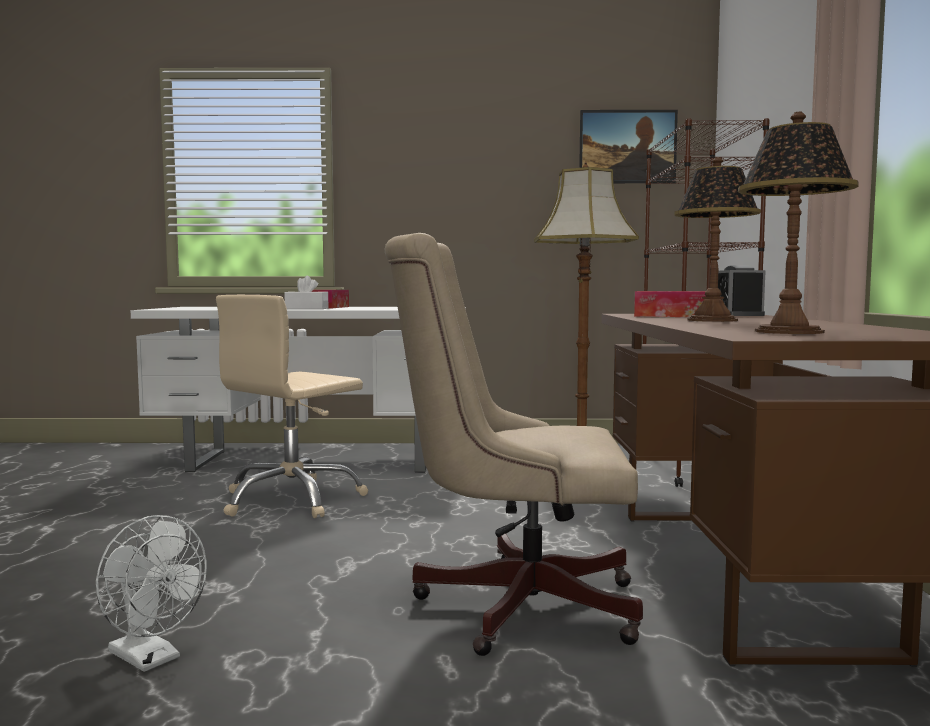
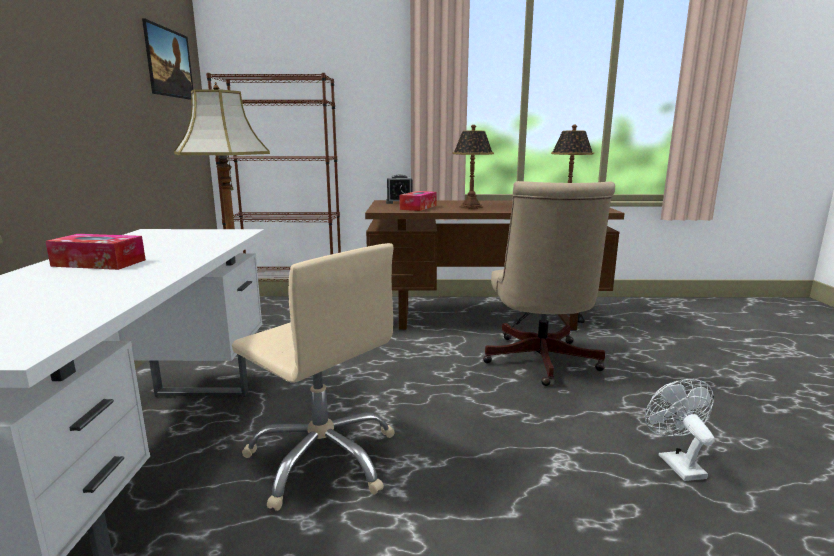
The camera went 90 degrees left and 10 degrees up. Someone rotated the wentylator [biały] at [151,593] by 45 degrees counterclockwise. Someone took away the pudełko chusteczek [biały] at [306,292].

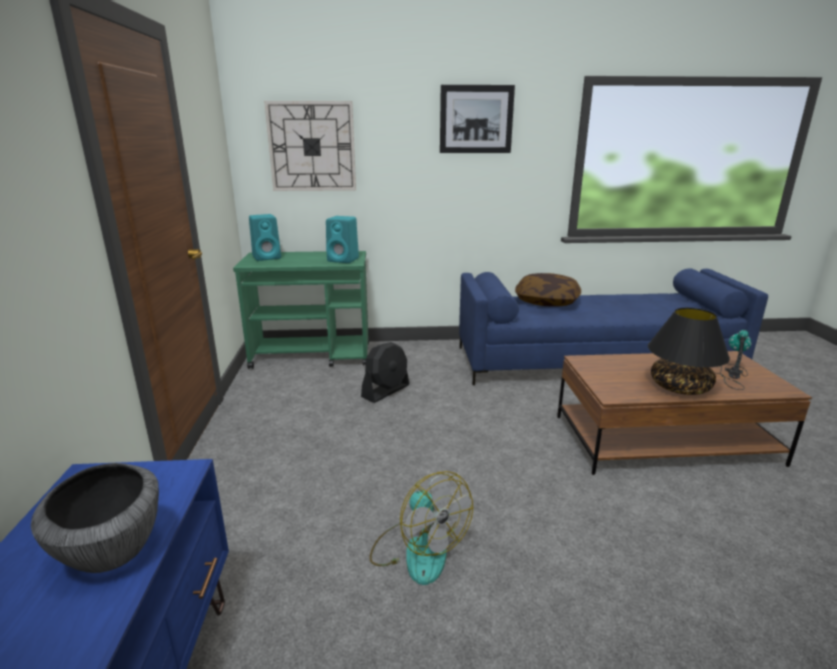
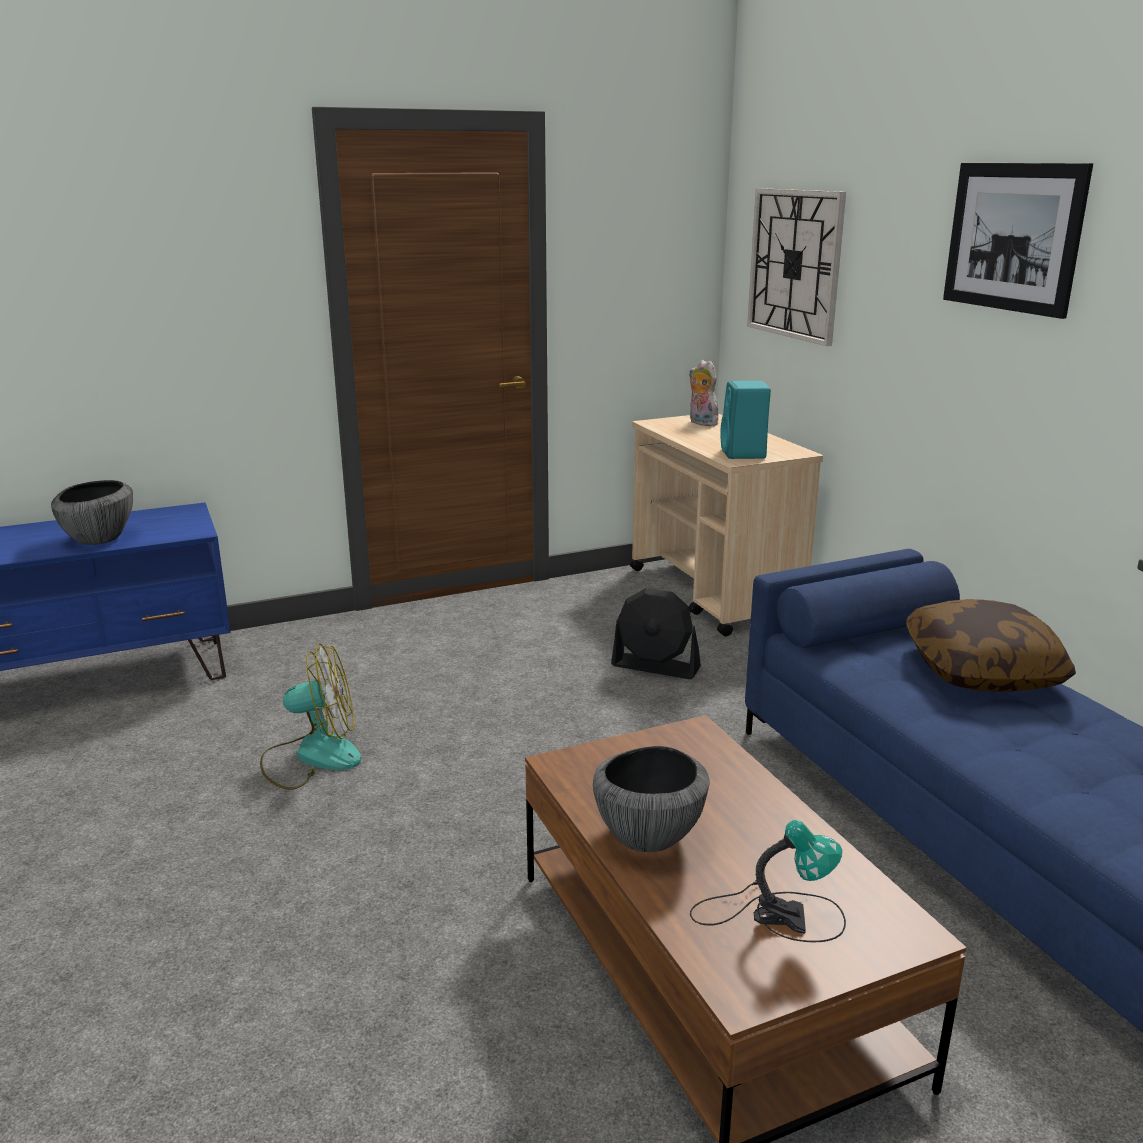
The camera went 70 degrees right and 0 degrees up. Someone repainted the wózek [zielony] at [301,310], which became the wózek [beżowy] at [726,525]. Someone swapped the głośnik [turkusowy] at [265,237] for the pluszak at [703,393]. Someone rotated the wentylator at [421,528] by 135 degrees counterclockwise. Someone swapped the lampa stołowa [czarny] at [689,351] for the miska at [651,799].

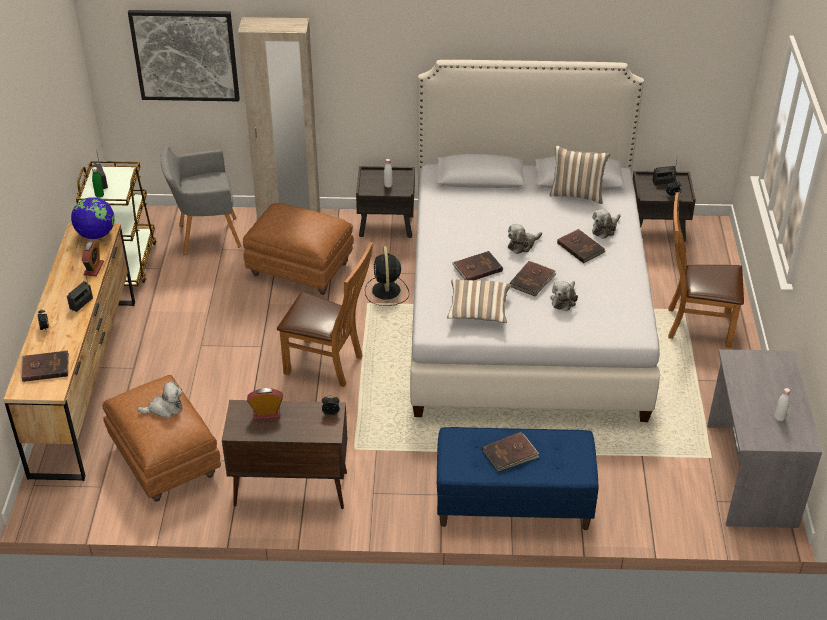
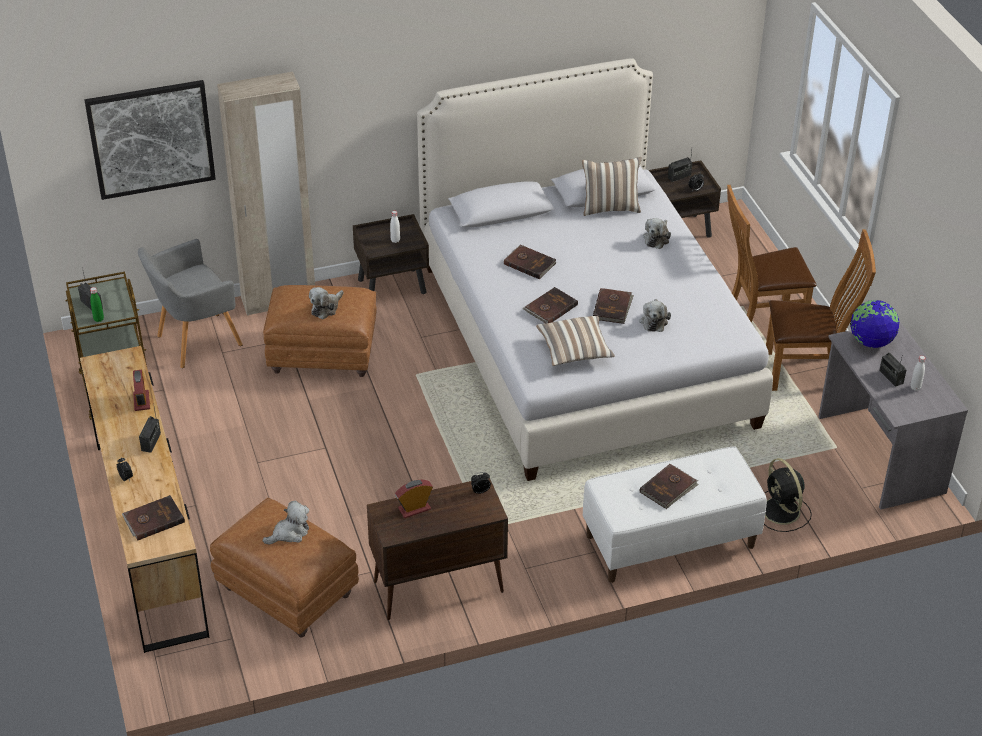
The camera went 20 degrees left and 0 degrees up. Someone carried the globus from [93,218] to [874,324]. Someone carried the krzesło [brązowy] from [325,314] to [821,310]. Someone carried the wentylator [czarny] from [387,276] to [788,495]. Someone repainted the ławka [niebieski] at [517,478], which became the ławka [biały] at [675,514]. Someone carried the pluszak from [525,239] to [326,303]. Someone carried the książka [brązowy] from [581,246] to [530,262]. Someone put down the radio at [893,370].

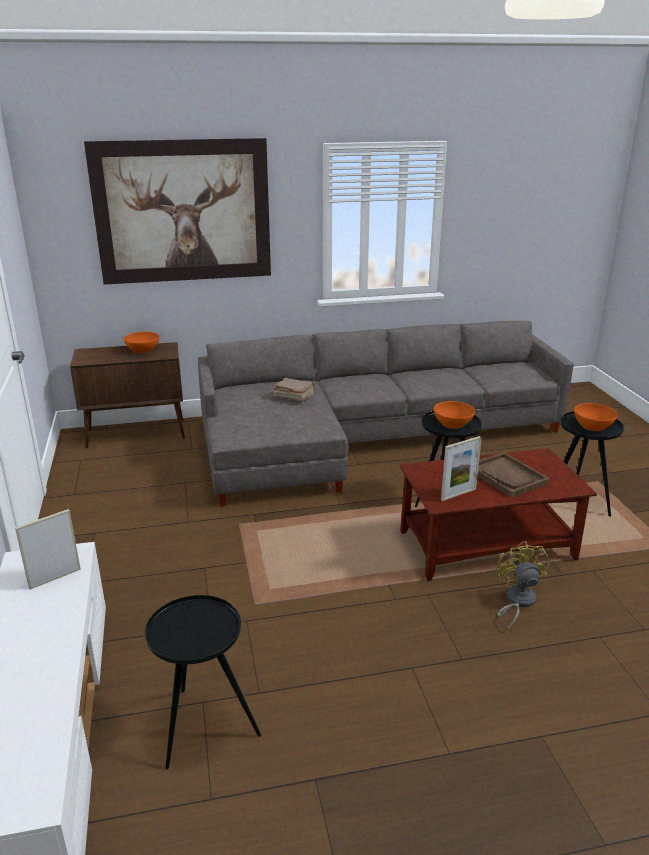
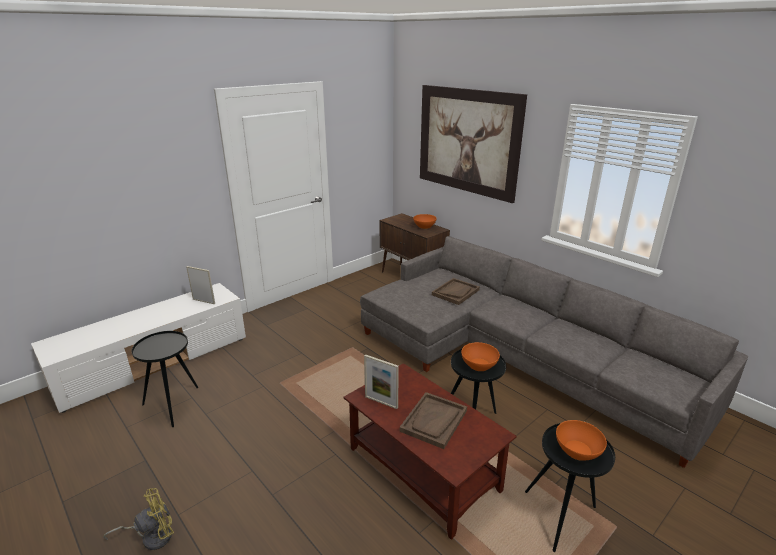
The camera went 60 degrees right and 0 degrees up. Someone swapped the książka [brązowy] at [294,390] for the taca [brązowy] at [456,291]. Someone carried the wentylator [żółty] from [523,586] to [138,519].

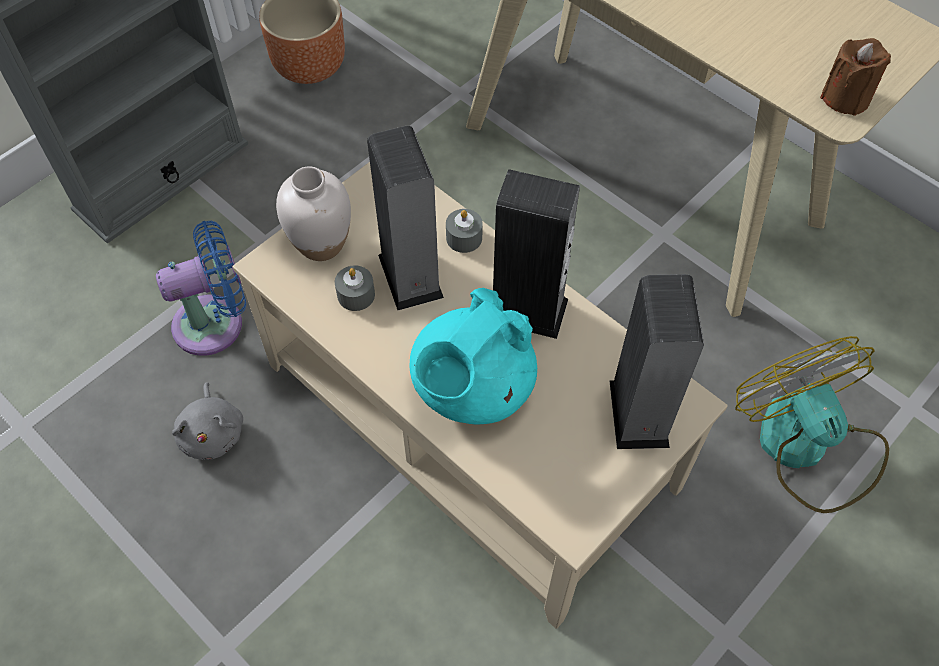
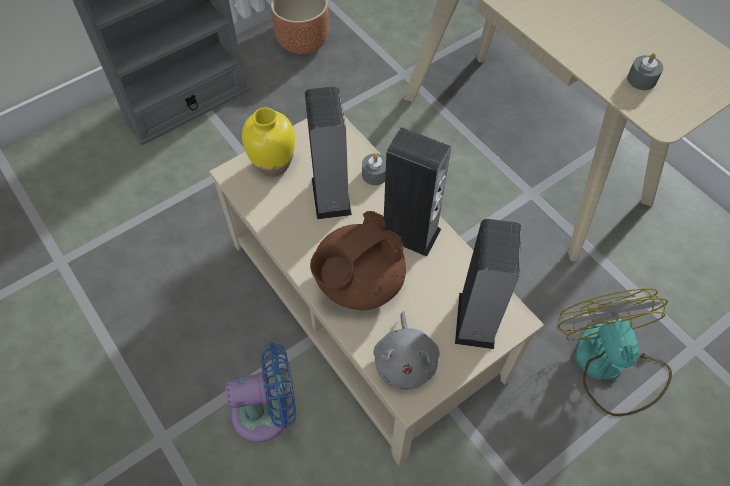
The camera went 10 degrees right and 0 degrees up. Someone carried the wentylator [niebieski] from [201,288] to [260,392]. Someone carried the pluszak [szary] from [207,421] to [406,350]. Someone repainted the wazon [biały] at [313,213], which became the wazon [żółty] at [268,142]. Someone carried the świeca [szary] from [355,288] to [645,71]. Someone repainted the imbryk [turkusowy] at [473,356], which became the imbryk [brązowy] at [358,260]. Someone took away the świeca [brązowy] at [855,77].

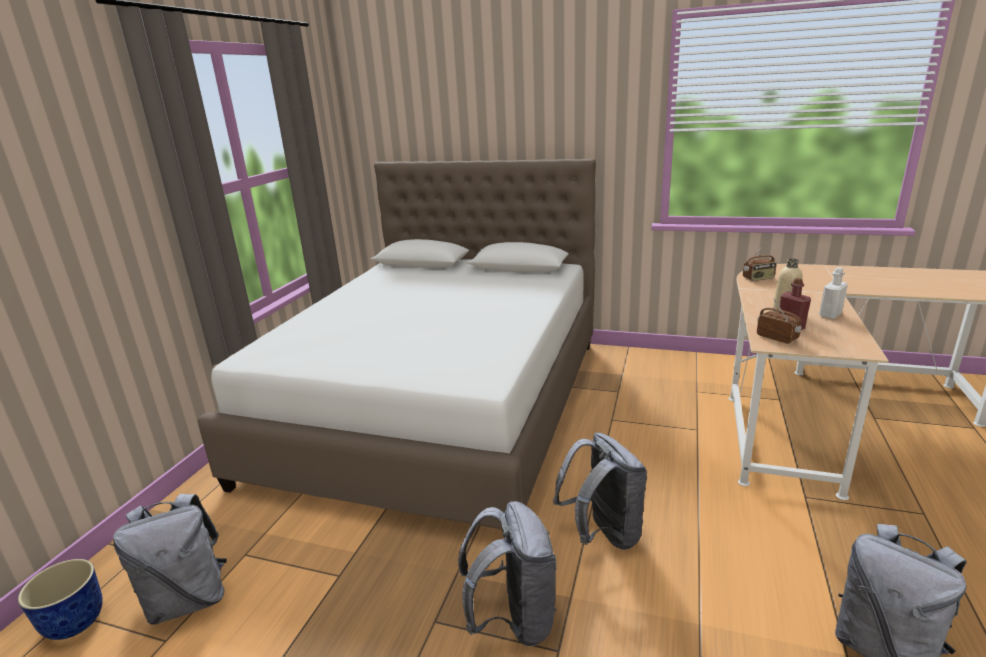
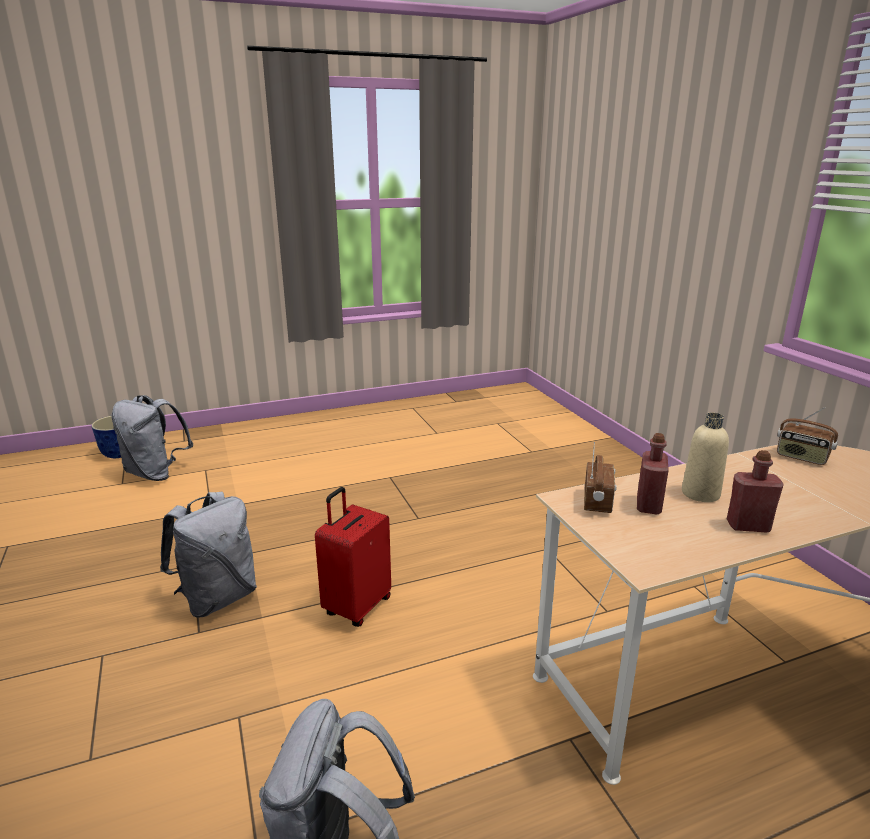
The camera went 50 degrees right and 0 degrees up. Someone took away the łóżko [biały] at [397,345]. Someone swapped the plecak [szary] at [600,491] for the walizka [czerwony] at [353,557]. Someone repainted the butelka [biały] at [833,293], which became the butelka [czerwony] at [755,491].

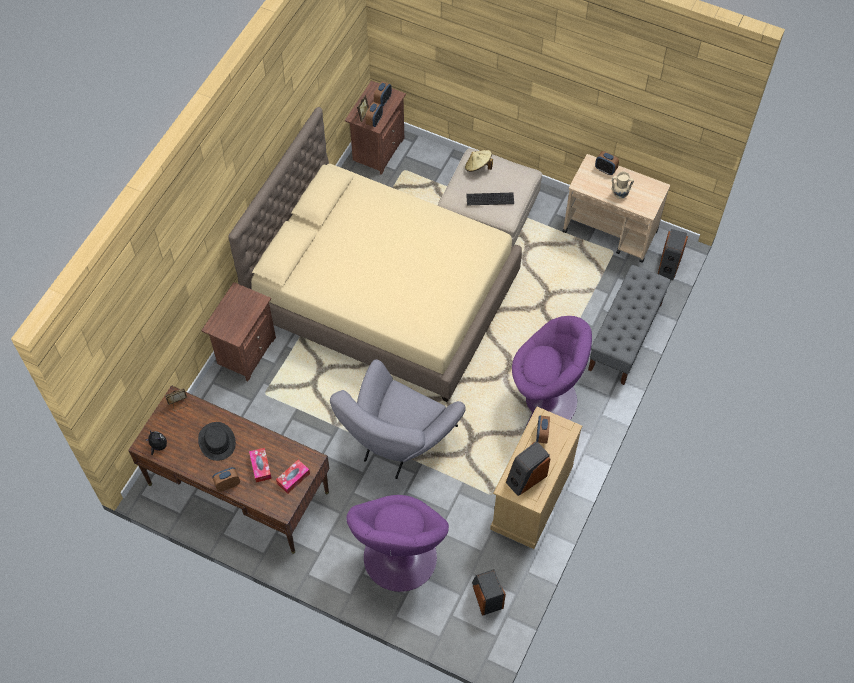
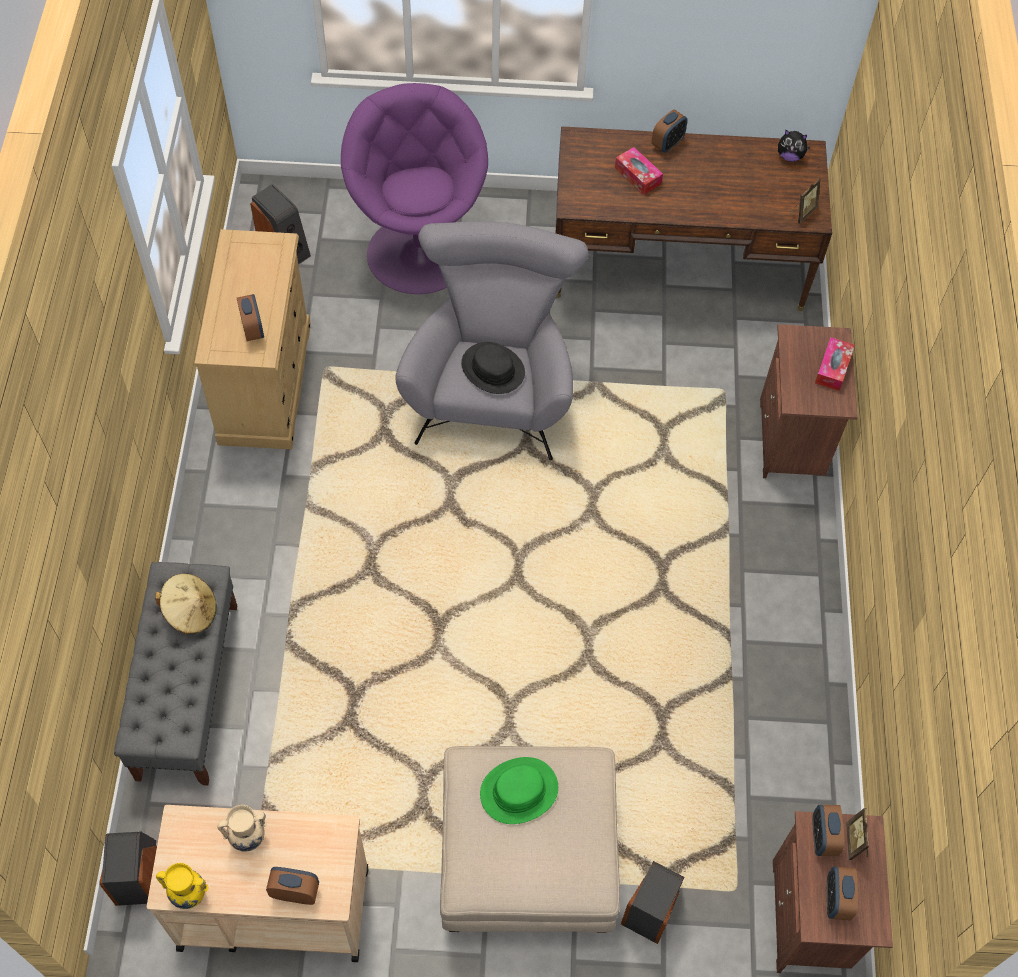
The camera went 155 degrees right and 0 degrees up. Someone carried the kapelusz [czarny] from [217,441] to [493,368]. Someone took away the łóżko [beżowy] at [375,254]. Someone carried the pudełko chusteczek from [293,476] to [835,364]. Someone carried the kapelusz [beżowy] from [479,161] to [186,604]. Someone swapped the klawiatura at [490,199] for the kapelusz [zielony] at [519,790]. Someone carried the głośnik from [528,468] to [652,902]. Someone took away the fotel [fioletowy] at [552,371]. Someone put down the wazon [żółty] at [182,886].

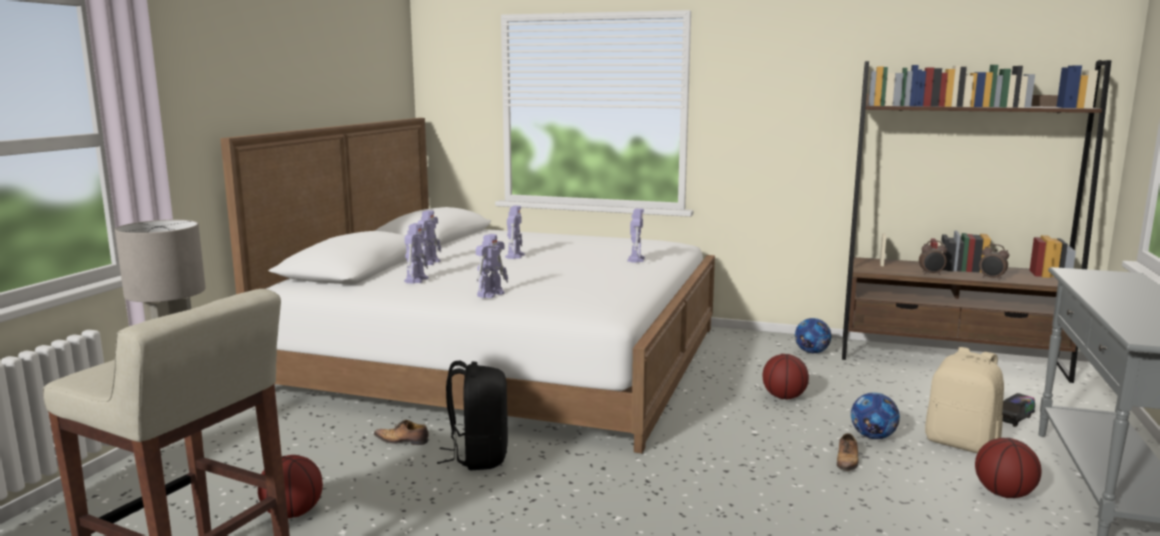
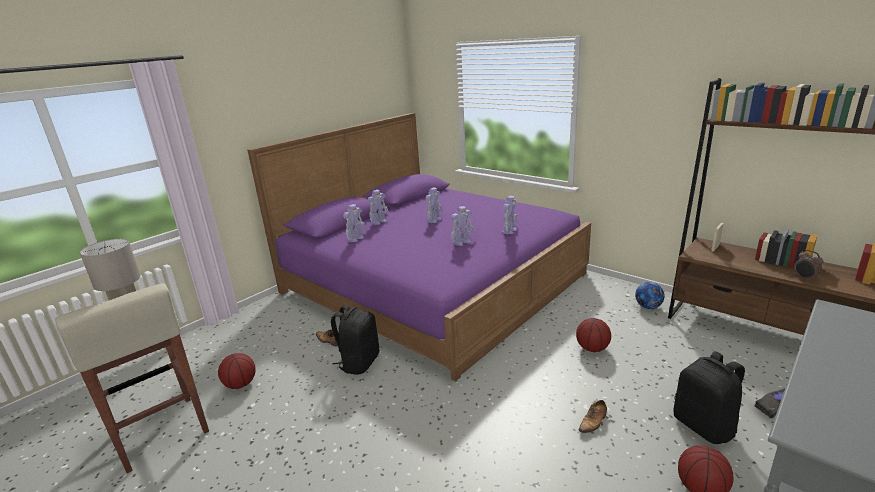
The camera went 25 degrees right and 10 degrees up. Someone repainted the łóżko [biały] at [467,285], which became the łóżko [fioletowy] at [419,247]. Someone carried the robot zabawkowy from [492,266] to [463,226]. Someone took away the piłka futbolowa at [875,416]. Someone took away the budzik at [933,257]. Someone repainted the plecak [beżowy] at [964,400], which became the plecak [czarny] at [709,397].

